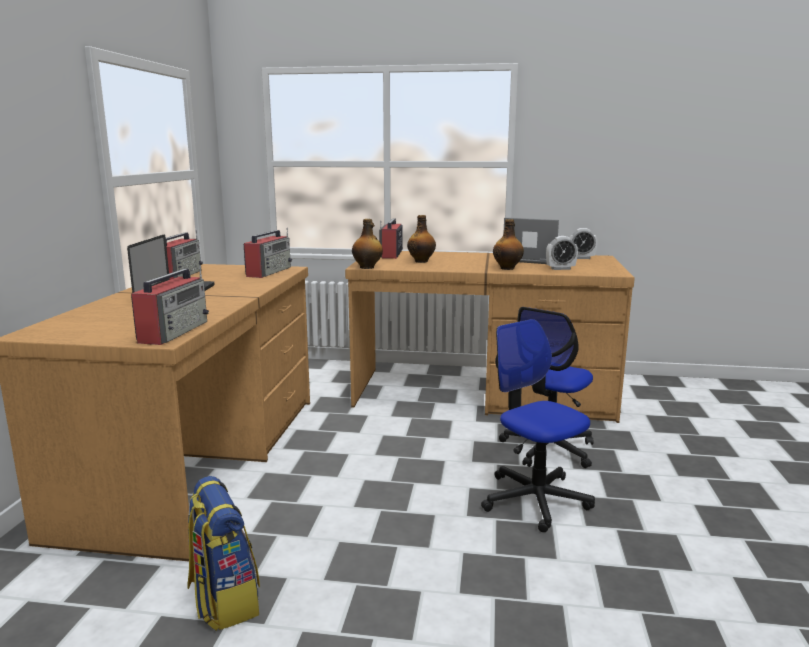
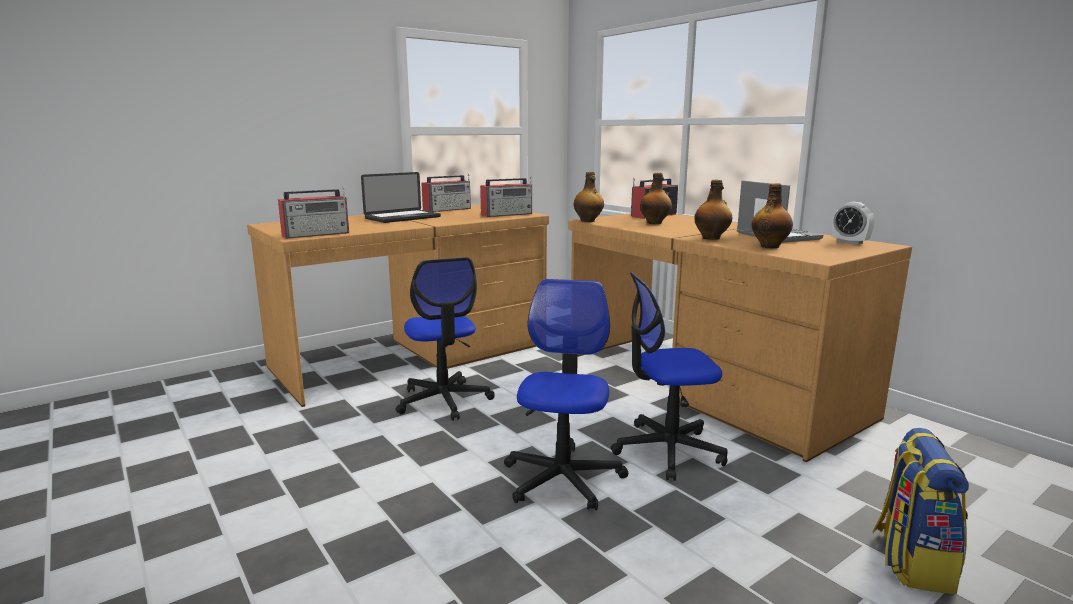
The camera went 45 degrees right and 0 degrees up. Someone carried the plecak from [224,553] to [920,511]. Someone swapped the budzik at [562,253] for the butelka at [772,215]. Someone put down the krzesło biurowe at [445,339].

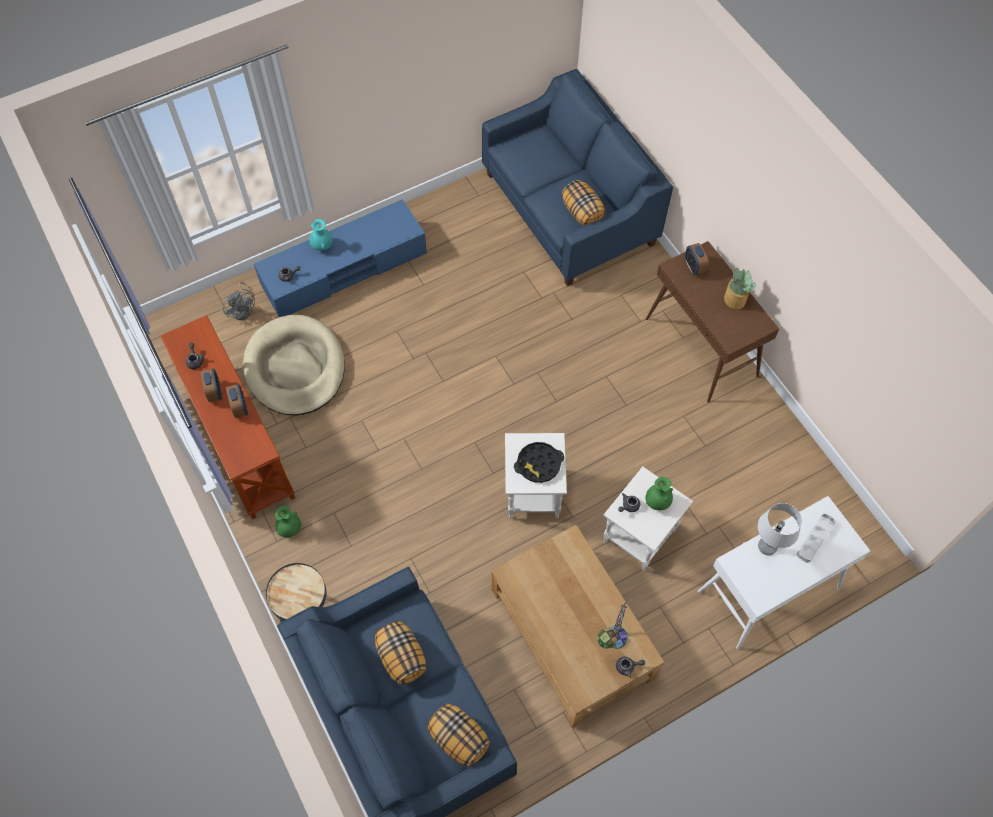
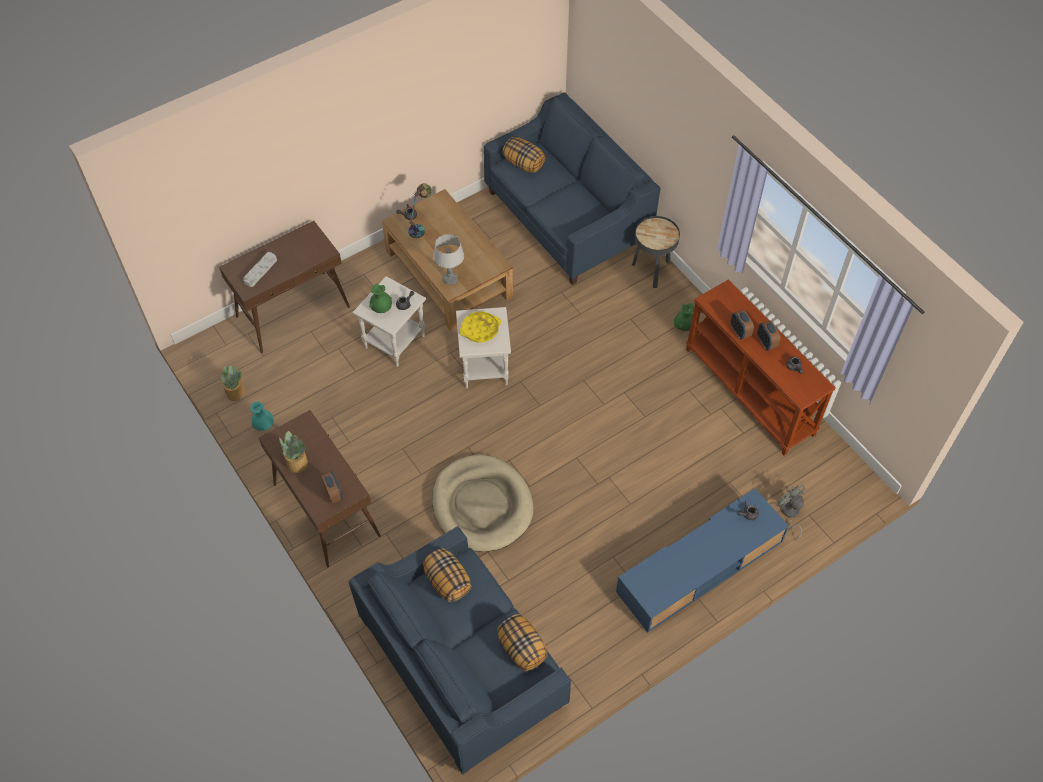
The camera went 175 degrees right and 5 degrees down. Someone carried the legowisko [beżowy] from [294,365] to [482,503]. Someone carried the wazon [turkusowy] from [321,234] to [262,416]. Someone carried the poduszka from [400,653] to [522,642]. Someone repainted the taca [czarny] at [539,462], which became the taca [żółty] at [480,326]. Someone repainted the stolik konsolowy [biały] at [784,572], which became the stolik konsolowy [brązowy] at [284,287]. Someone carried the lampa stołowa [szary] from [780,529] to [448,259]. Someone put down the roślina doniczkowa at [233,383].

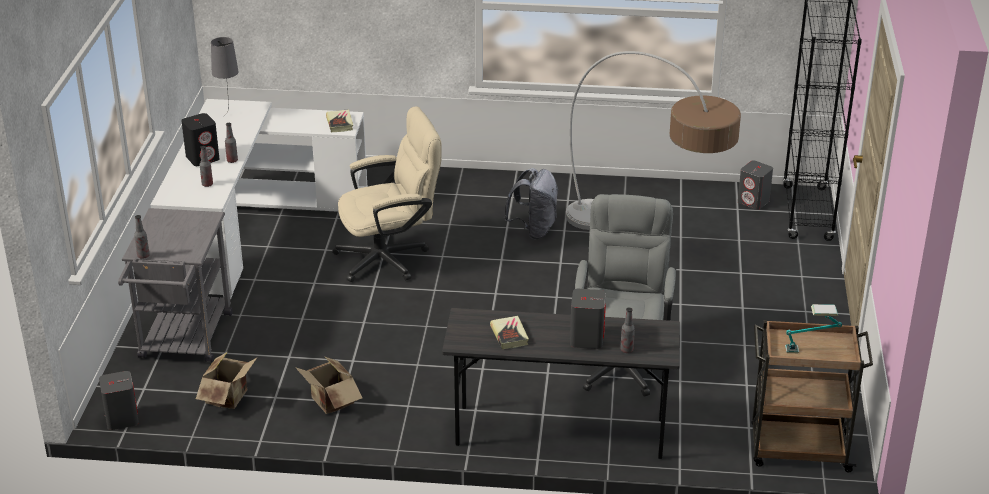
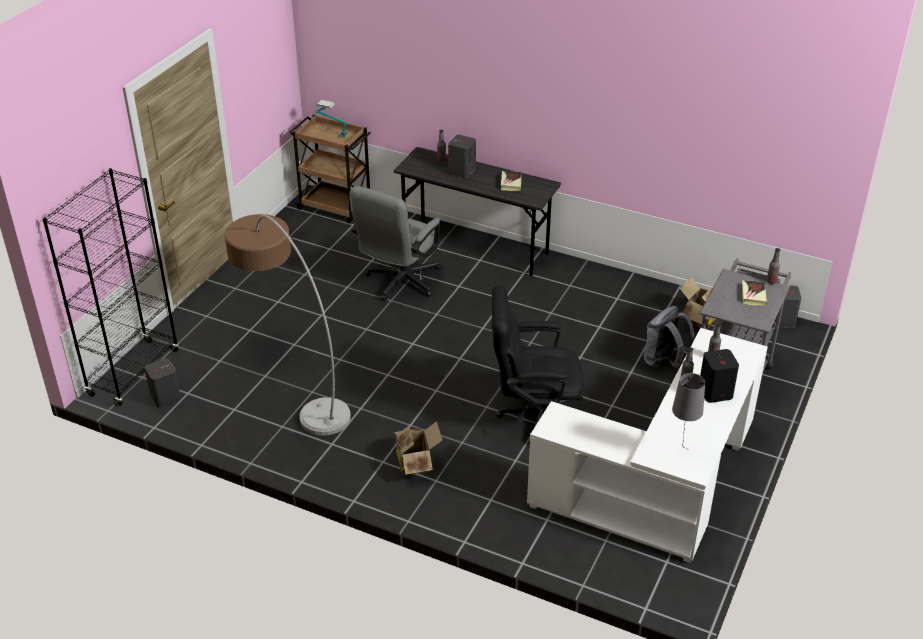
The camera went 160 degrees left and 5 degrees up. Someone carried the karton from [328,385] to [418,448]. Someone carried the książka from [339,121] to [754,293]. Someone repainted the krzesło biurowe [beżowy] at [387,194], which became the krzesło biurowe [czarny] at [538,365]. Someone carried the plecak [szary] from [531,203] to [669,337].

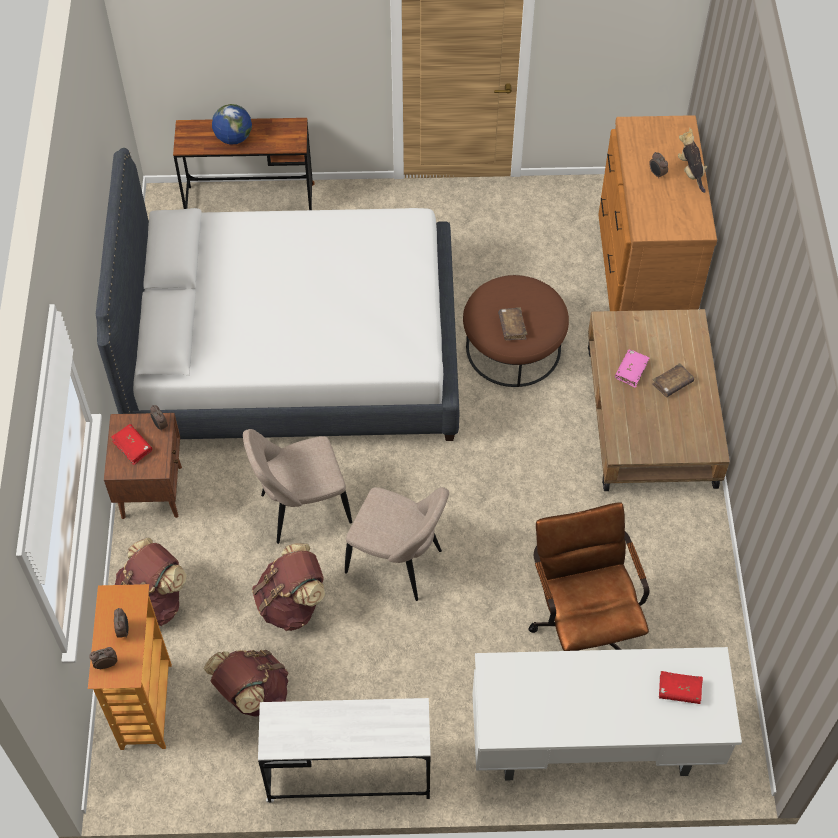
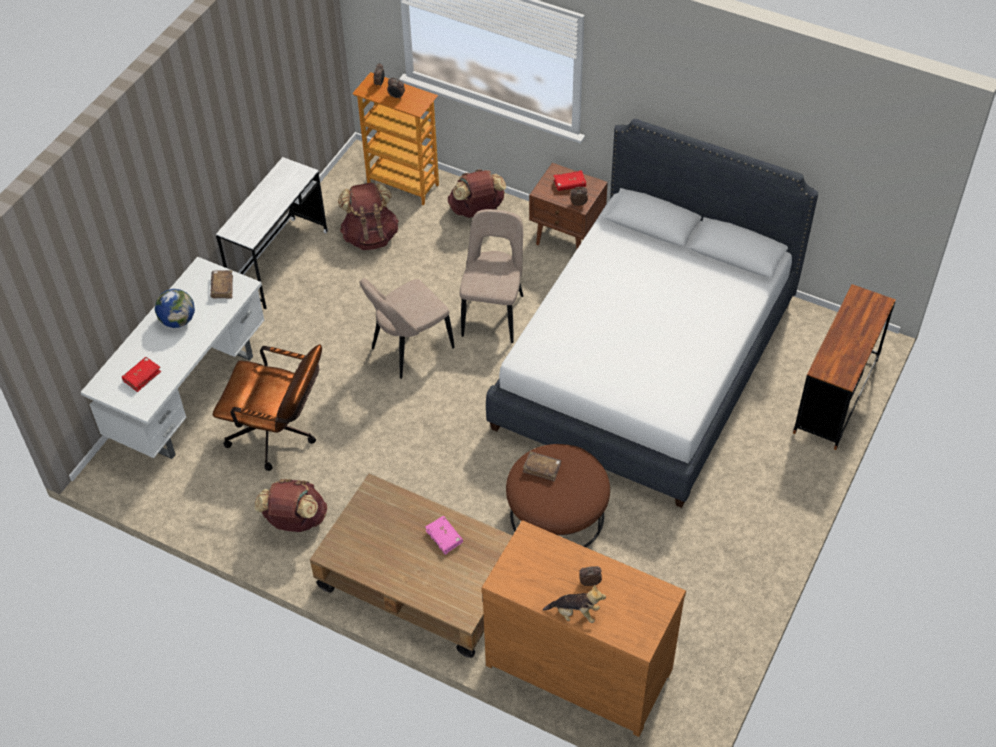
The camera went 120 degrees right and 5 degrees down. Someone carried the globus from [232,124] to [175,308]. Someone carried the plecak [brązowy] from [288,587] to [291,505]. Someone carried the książka [brązowy] from [673,380] to [221,284].

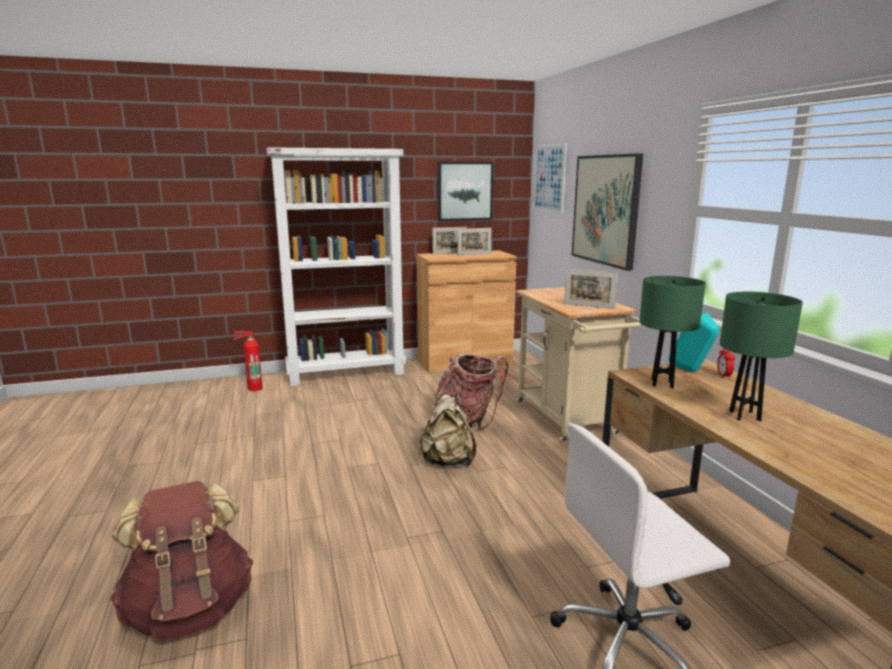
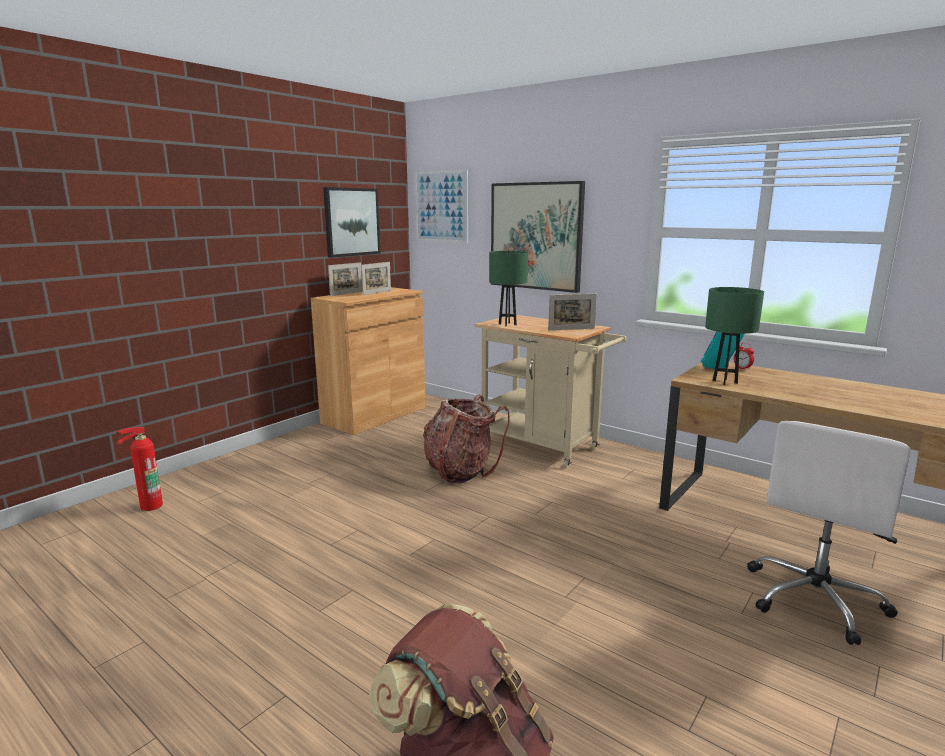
The camera went 35 degrees left and 0 degrees up. Someone took away the regał [biały] at [336,266]. Someone took away the plecak [beżowy] at [448,430]. Someone carried the lampa stołowa [zielony] from [761,356] to [508,288].

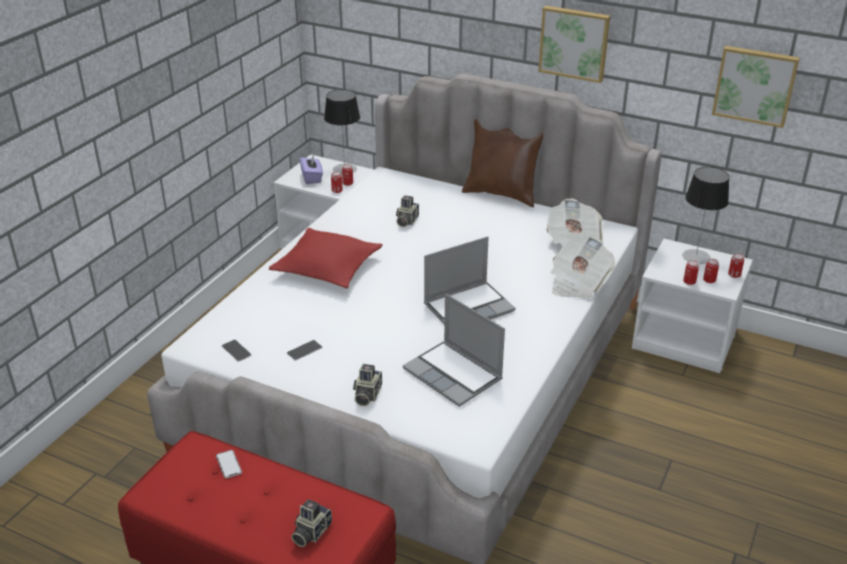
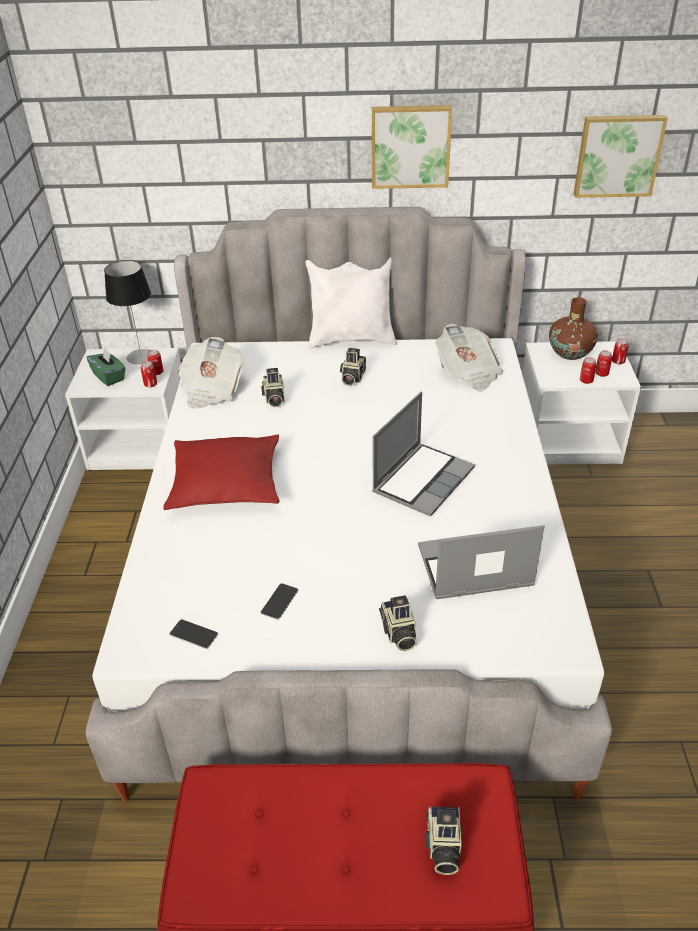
The camera went 25 degrees left and 5 degrees up. Someone took away the telefon at [229,464]. Someone repainted the pudełko chusteczek [fioletowy] at [311,168], which became the pudełko chusteczek [zielony] at [106,367]. Someone rotated the laptop at [454,350] by 150 degrees clockwise. Someone repainted the poduszka [brązowy] at [502,163], which became the poduszka [biały] at [351,302]. Someone carried the gazeta from [583,267] to [211,372]. Someone swapped the lampa stołowa at [705,215] for the wazon [brązowy] at [573,328]. Someone put down the aparat fotograficzny at [353,367].

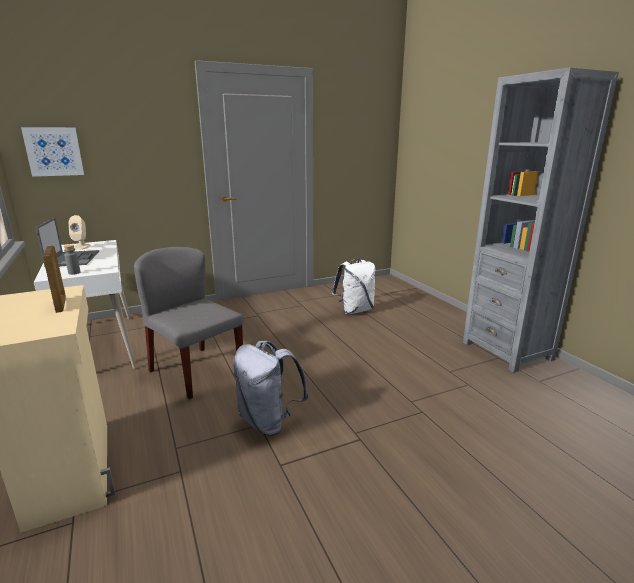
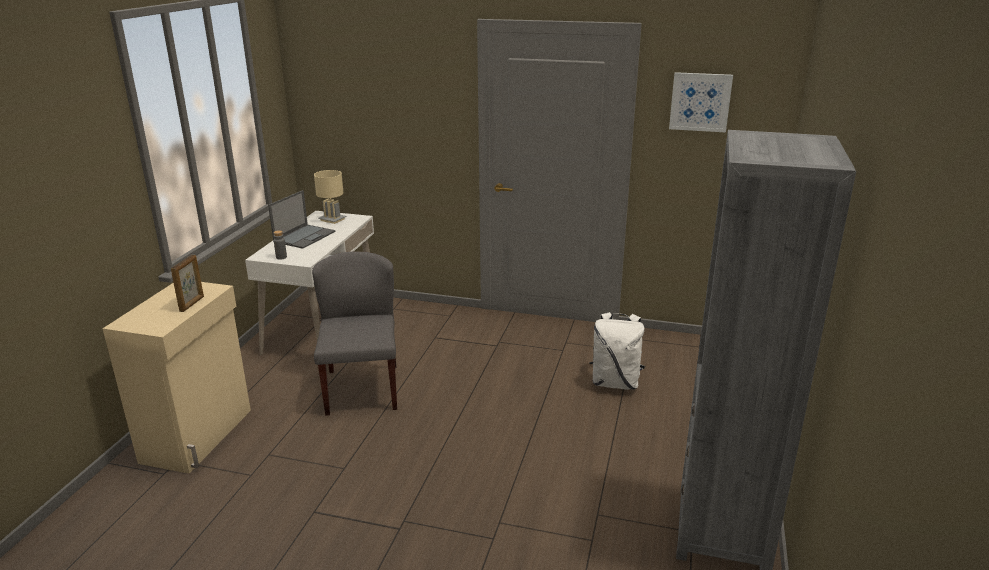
The camera went 40 degrees right and 5 degrees up. Someone carried the obraz from [52,152] to [701,102]. Someone swapped the głośnik [beżowy] at [80,232] for the lampa stołowa [beżowy] at [330,197]. Someone took away the plecak [szary] at [271,388].

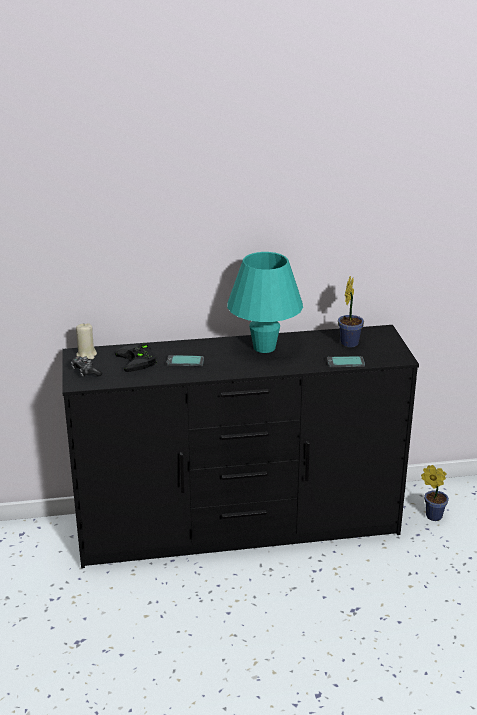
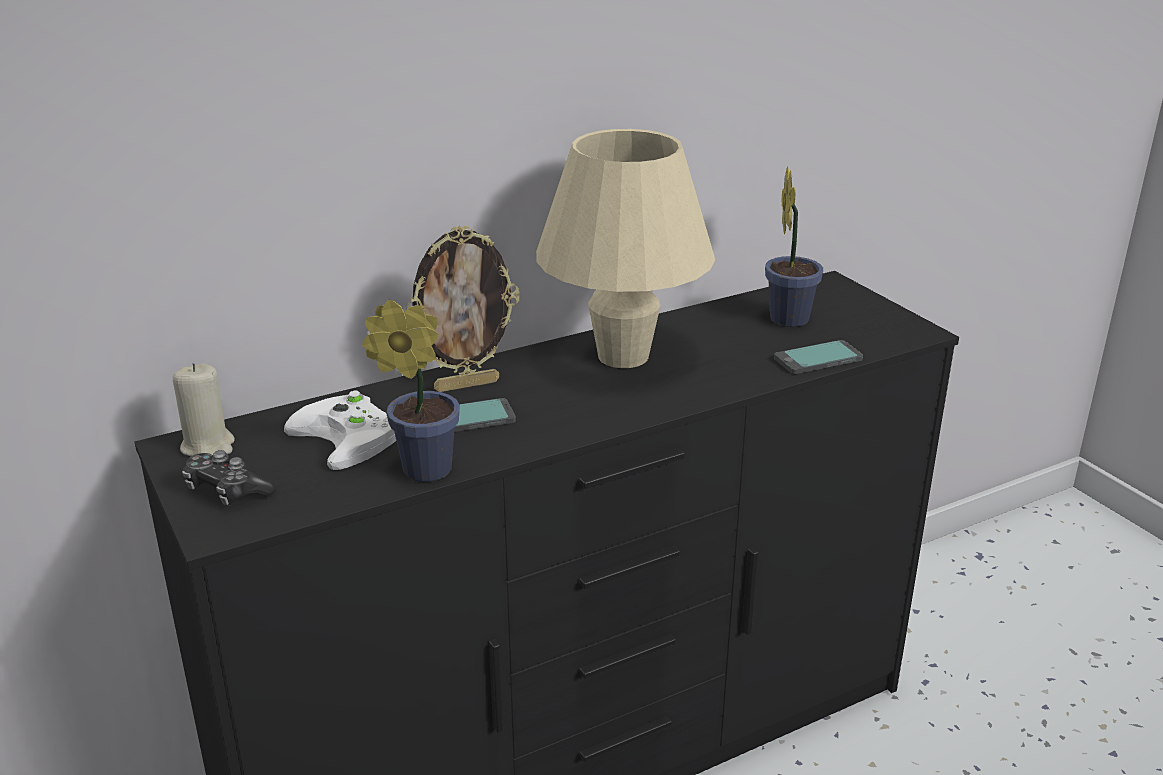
The camera went 20 degrees left and 0 degrees up. Someone repainted the pad do gier [czarny] at [136,357], which became the pad do gier [biały] at [340,430]. Someone repainted the lampa stołowa [turkusowy] at [265,302], which became the lampa stołowa [beżowy] at [625,248]. Someone carried the roślina doniczkowa from [435,493] to [411,391]. Someone put down the ramka na zdjęcie at [463,308].

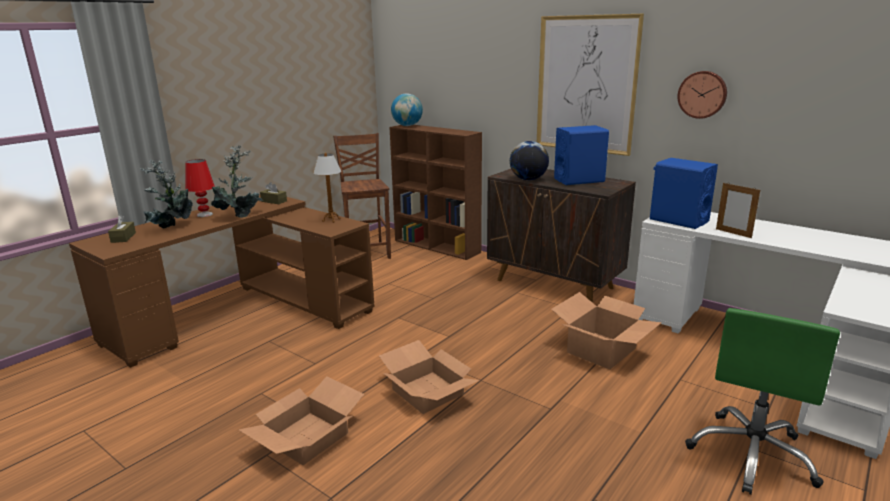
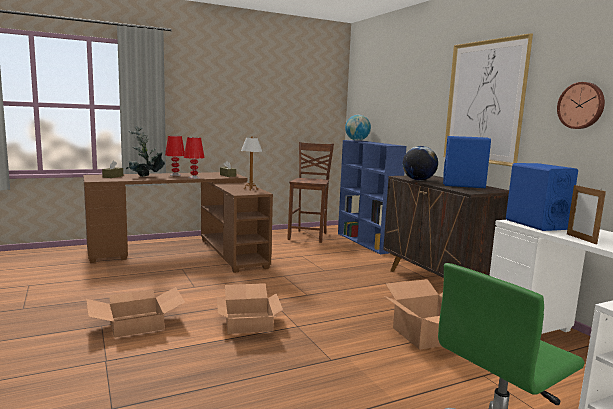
The camera went 25 degrees right and 10 degrees down. Someone swapped the roślina doniczkowa at [237,182] for the lampa stołowa [czerwony] at [194,158]. Someone repainted the regał [brązowy] at [435,192], which became the regał [niebieski] at [372,197].

